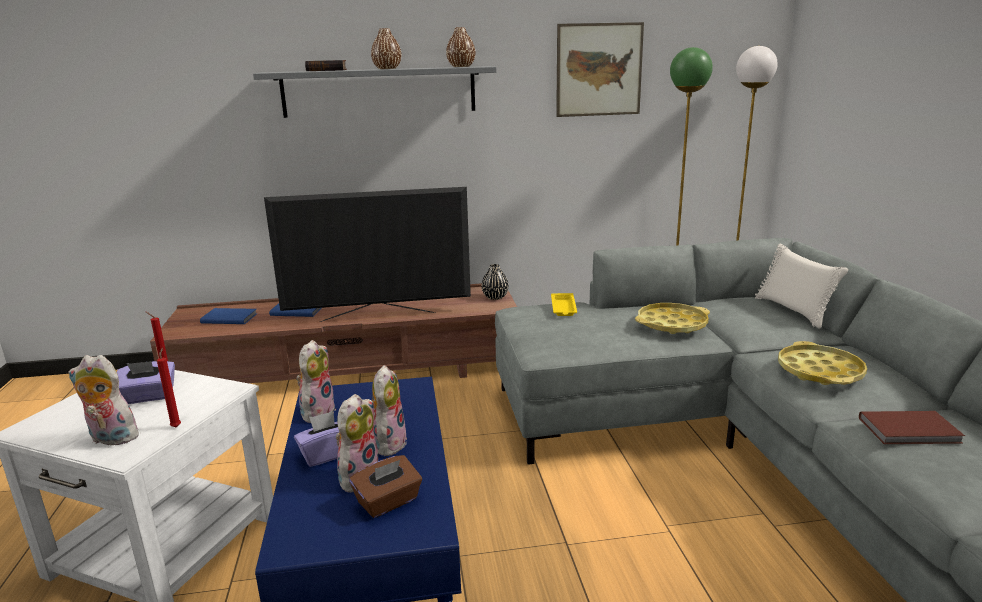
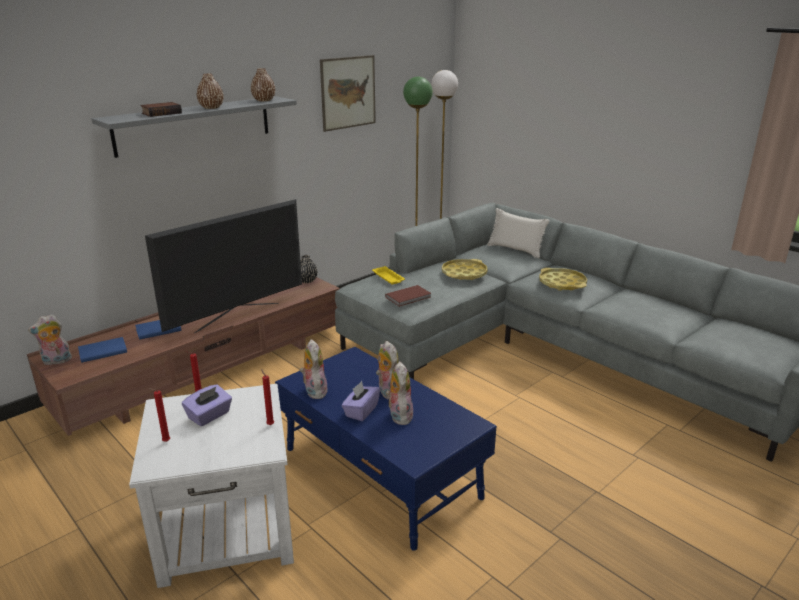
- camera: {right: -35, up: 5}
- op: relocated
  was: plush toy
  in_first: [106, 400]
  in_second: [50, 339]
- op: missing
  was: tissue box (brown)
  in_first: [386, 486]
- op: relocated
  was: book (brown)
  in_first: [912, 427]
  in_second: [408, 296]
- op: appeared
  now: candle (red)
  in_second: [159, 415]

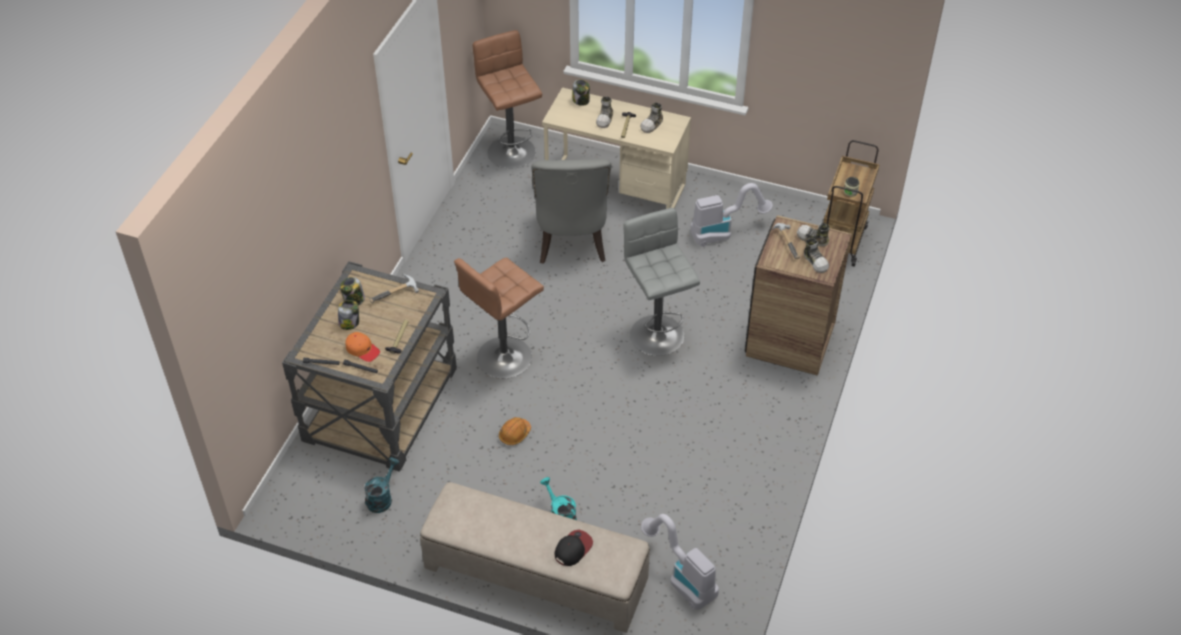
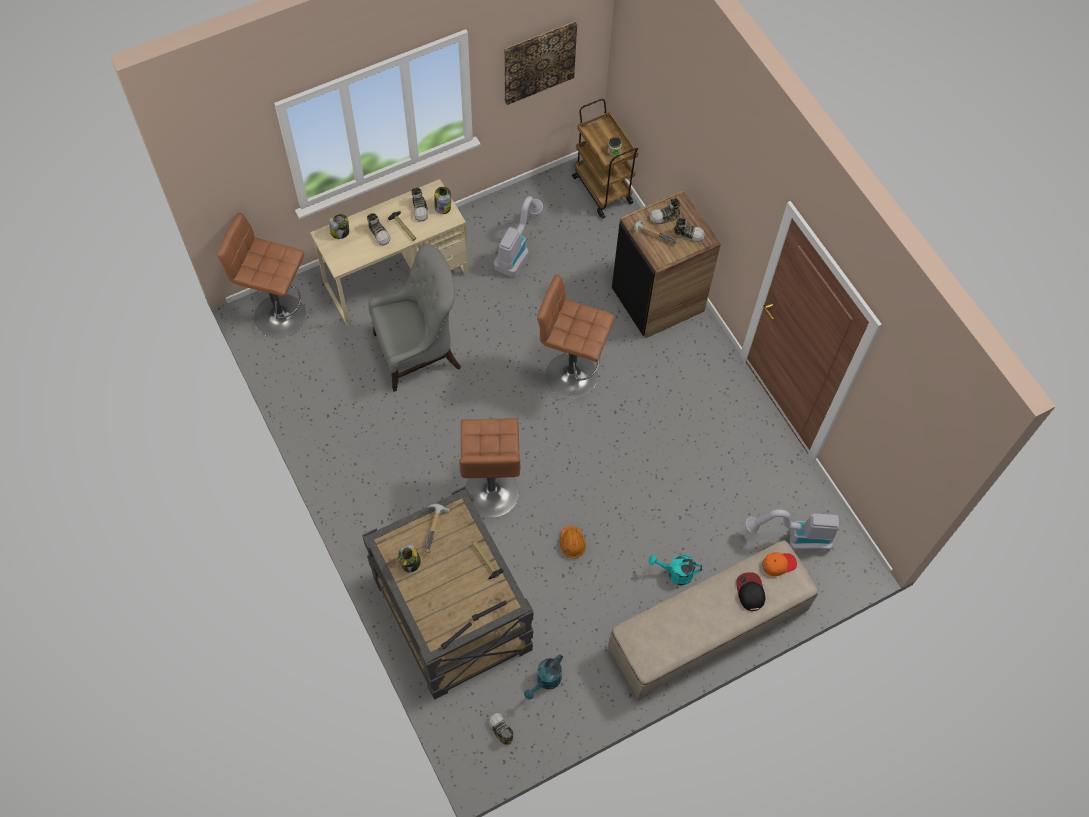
- camera: {right: -50, up: 15}
- op: relocated
  was: jar
  in_first: [348, 315]
  in_second: [442, 200]
- op: relocated
  was: cap (orange)
  in_first: [362, 347]
  in_second: [779, 564]
- op: spun
  was: watering can (turquoise)
  in_first: [381, 485]
  in_second: [543, 677]
  clockwise: -120
- op: spun
  was: chair (grey)
  in_first: [571, 211]
  in_second: [414, 318]
  clockwise: -60
- op: colour
  was: stool (grey)
  now: stool (brown)
  in_first: [662, 282]
  in_second: [576, 337]
- op: appeared
  now: shoe
  in_second: [500, 729]
- op: appeared
  now: picture
  in_second: [540, 63]

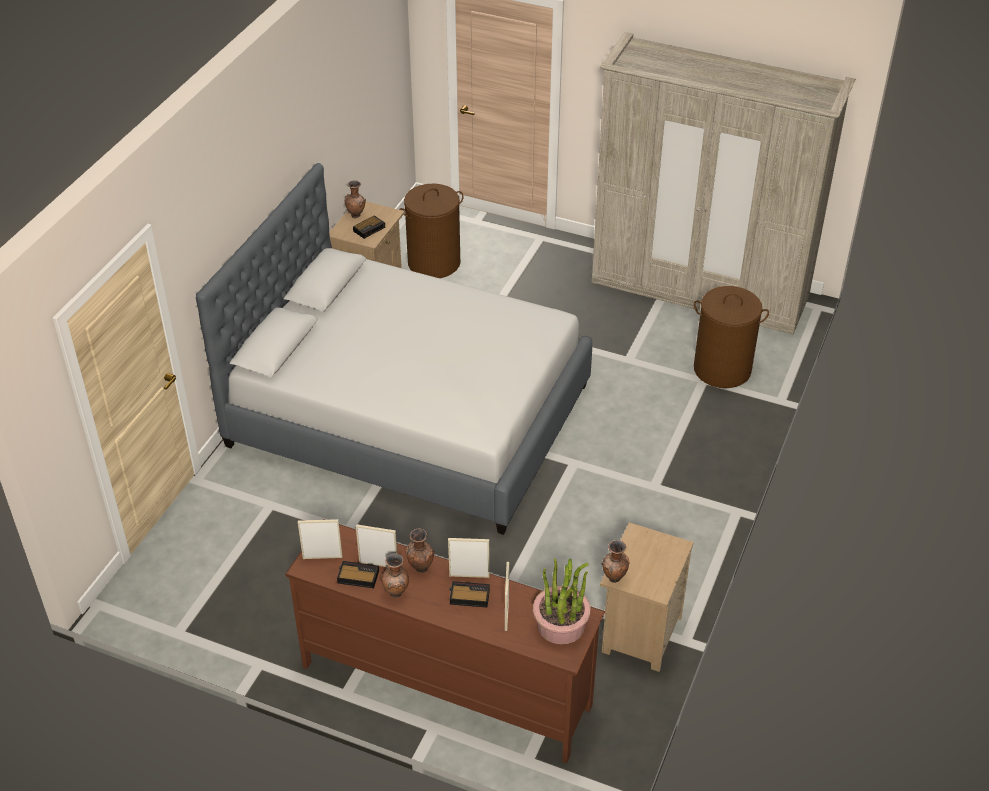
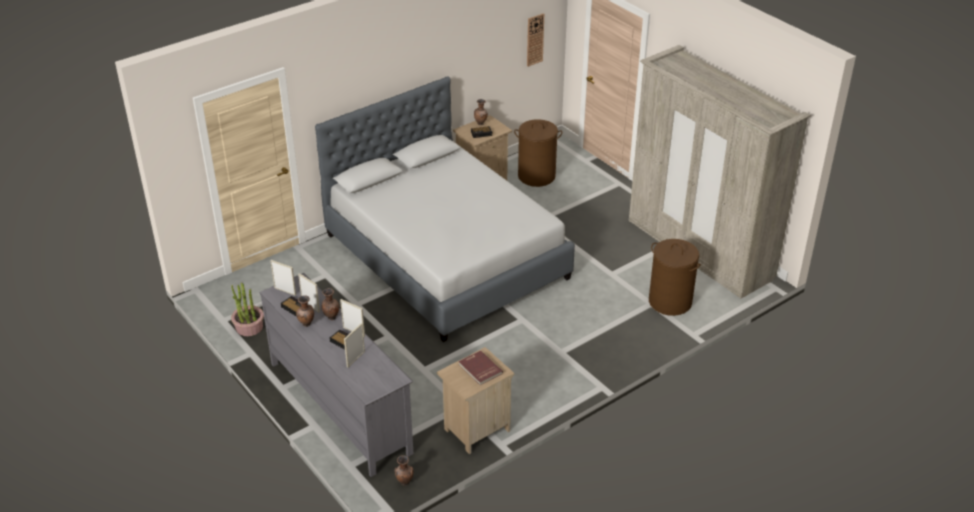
- camera: {right: 30, up: -5}
- op: colour
  was: dresser (brown)
  now: dresser (grey)
  in_first: [445, 641]
  in_second: [336, 375]
- op: relocated
  was: potted plant
  in_first: [562, 601]
  in_second: [247, 309]
- op: relocated
  was: vase (brown)
  in_first: [615, 561]
  in_second: [404, 470]
- op: appeared
  now: book (red)
  in_second: [481, 367]
- op: appeared
  now: wall clock
  in_second: [535, 39]

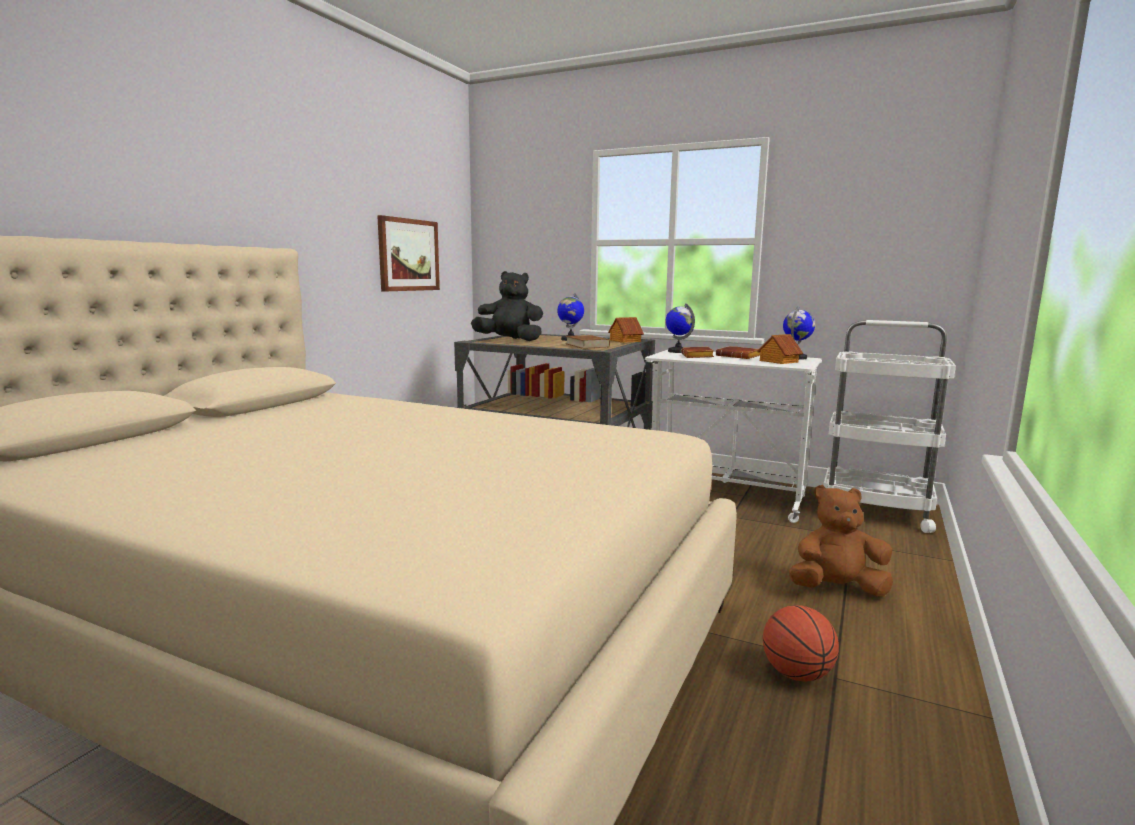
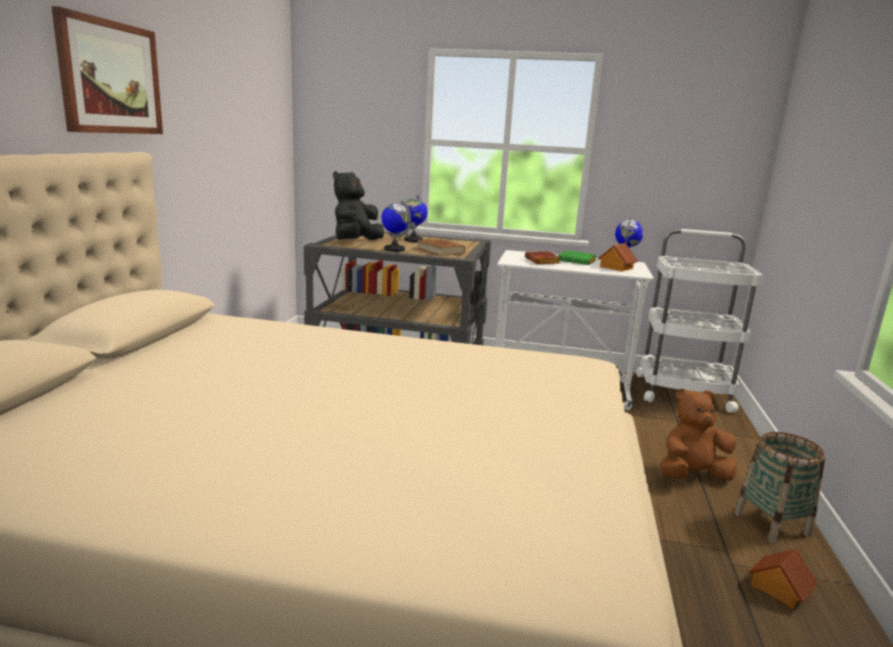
- camera: {right: -15, up: 5}
- op: relocated
  was: picture
  in_first: [408, 253]
  in_second: [107, 70]
- op: spun
  was: plush toy (black)
  in_first: [507, 306]
  in_second: [358, 205]
  clockwise: -60
- op: relocated
  was: toy house
  in_first: [626, 330]
  in_second: [783, 578]
- op: relocated
  was: globe
  in_first: [680, 328]
  in_second: [396, 226]
- op: colour
  was: book (brown)
  now: book (green)
  in_first: [738, 352]
  in_second: [577, 257]
- op: missing
  was: basketball
  in_first: [801, 643]
- op: appeared
  now: basket
  in_second: [780, 488]

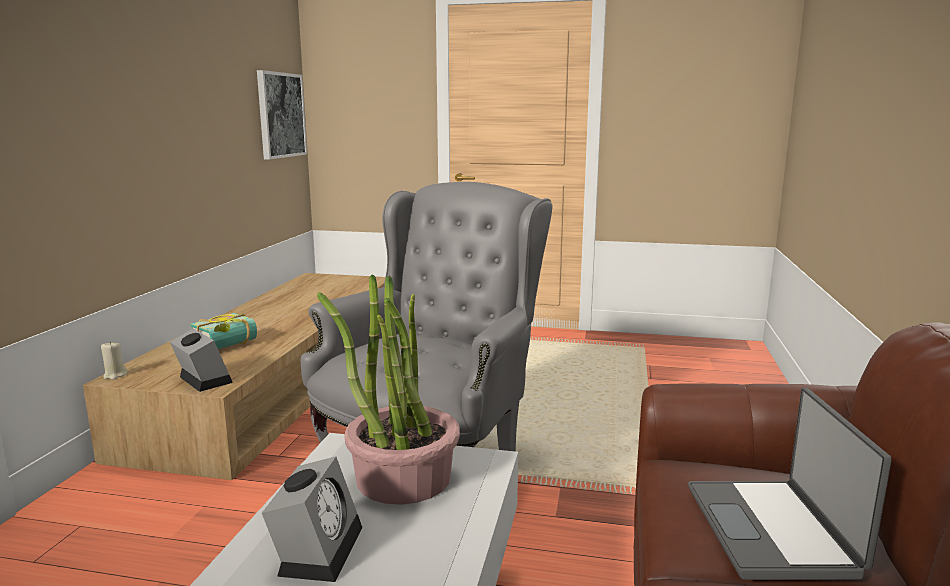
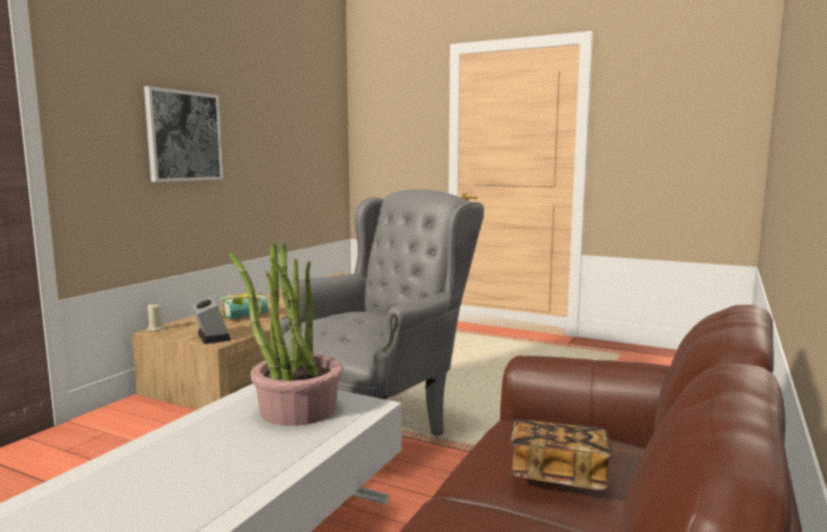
- camera: {right: 15, up: -5}
- op: relocated
  was: picture
  in_first: [282, 114]
  in_second: [183, 134]
- op: missing
  was: alarm clock
  in_first: [312, 519]
- op: exchanged
  was: laptop
  now: book
  in_first: [790, 484]
  in_second: [560, 454]

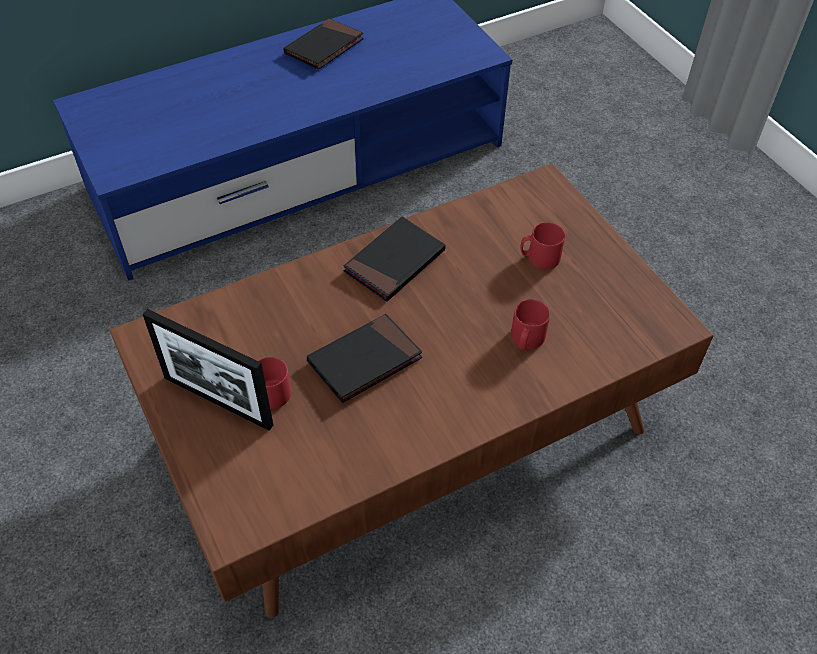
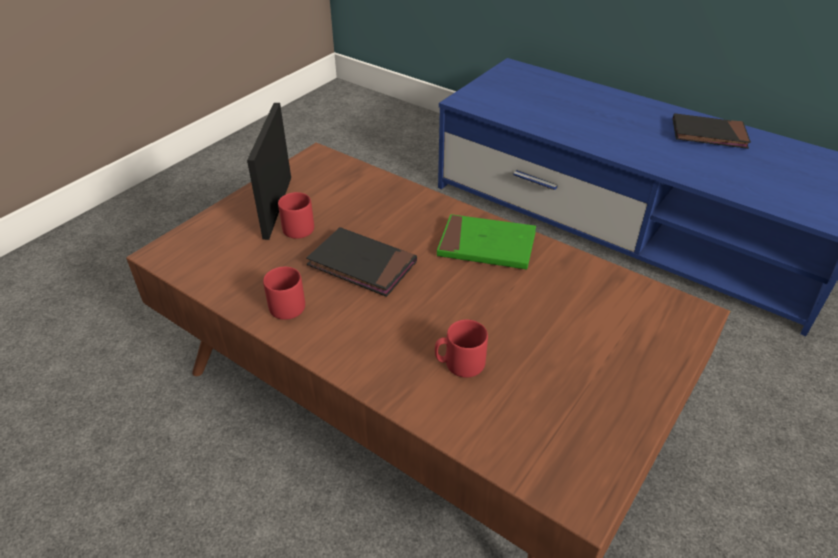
- camera: {right: 65, up: -10}
- op: colour
  was: book (black)
  now: book (green)
  in_first: [395, 259]
  in_second: [486, 241]
- op: relocated
  was: mug (red)
  in_first: [543, 245]
  in_second: [284, 293]

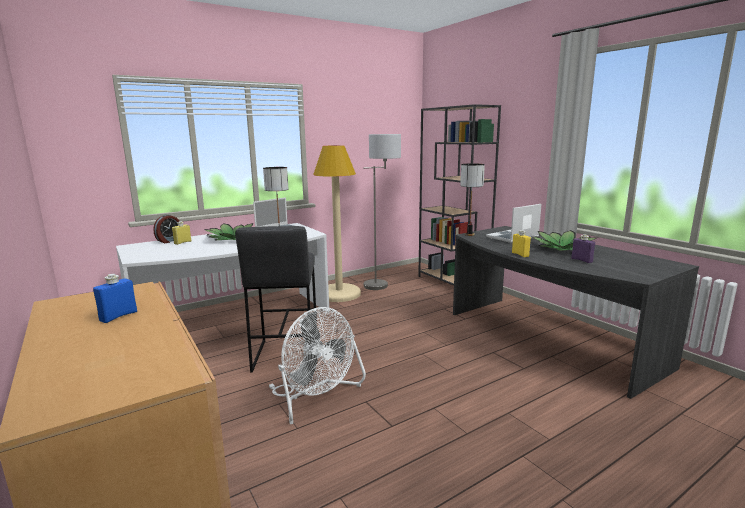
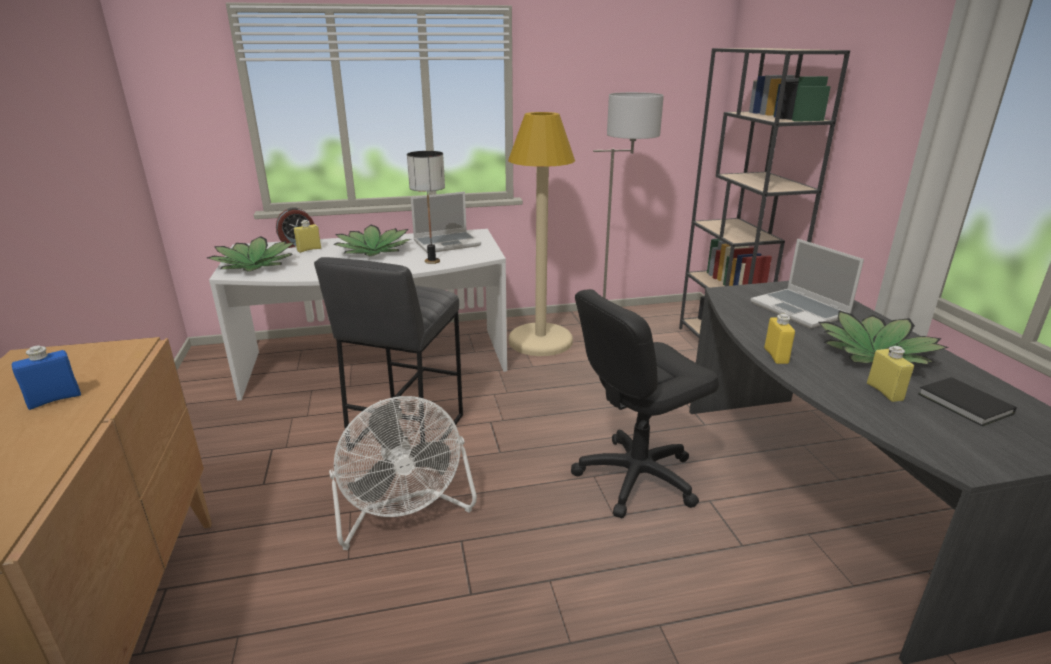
- camera: {right: 20, up: 10}
- op: missing
  was: table lamp
  in_first: [472, 199]
- op: spun
  was: laptop
  in_first: [514, 223]
  in_second: [807, 283]
  clockwise: -105
- op: colour
  was: bottle (purple)
  now: bottle (yellow)
  in_first: [583, 248]
  in_second: [890, 374]
- op: appeared
  now: potted plant
  in_second: [251, 254]
- op: appeared
  now: office chair (black)
  in_second: [645, 403]
- op: appeared
  now: book (black)
  in_second: [967, 401]

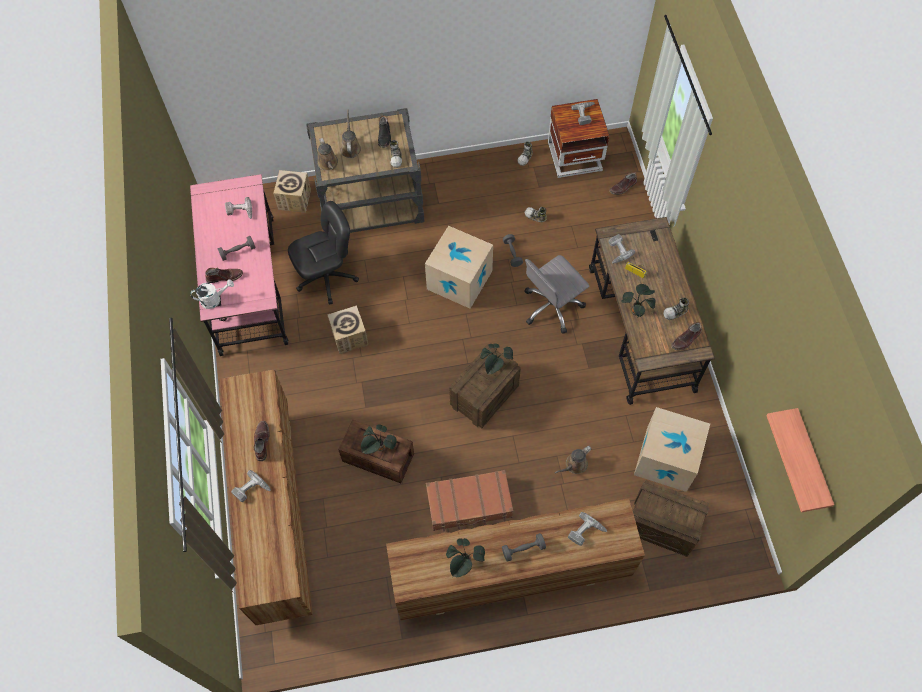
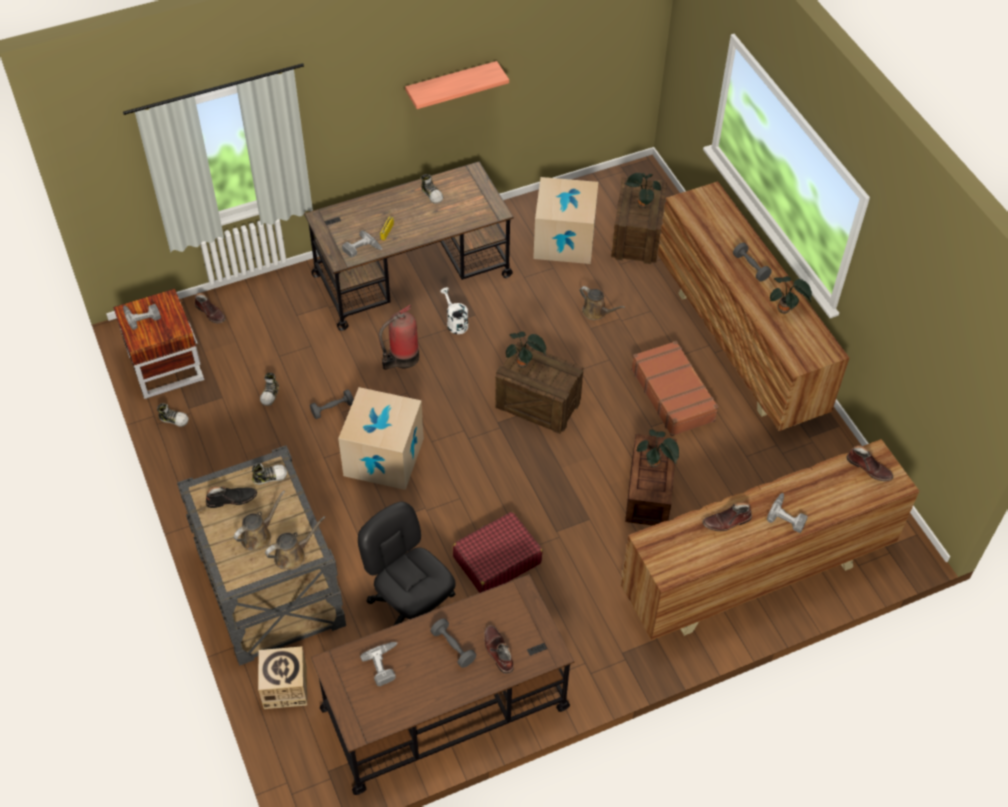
- camera: {right: -105, up: -10}
- op: colour
  was: desk (pink)
  now: desk (brown)
  in_first: [239, 265]
  in_second: [442, 684]
- op: relocated
  was: watering can (white)
  in_first: [212, 294]
  in_second: [454, 310]
- op: exchanged
  was: cardboard box
  now: suitcase (red)
  in_first: [347, 329]
  in_second: [498, 552]
- op: spun
  was: watering can (brown)
  in_first: [350, 133]
  in_second: [259, 520]
  clockwise: 150
- op: exchanged
  was: office chair (grey)
  now: fire extinguisher
  in_first: [556, 294]
  in_second: [399, 337]
- op: missing
  was: power drill
  in_first: [587, 529]
- op: relocated
  was: potted plant
  in_first: [638, 300]
  in_second: [642, 191]
- op: relocated
  was: boot (brown)
  in_first: [686, 336]
  in_second: [869, 463]
- op: relocated
  was: shelf
  in_first: [800, 460]
  in_second: [457, 85]

